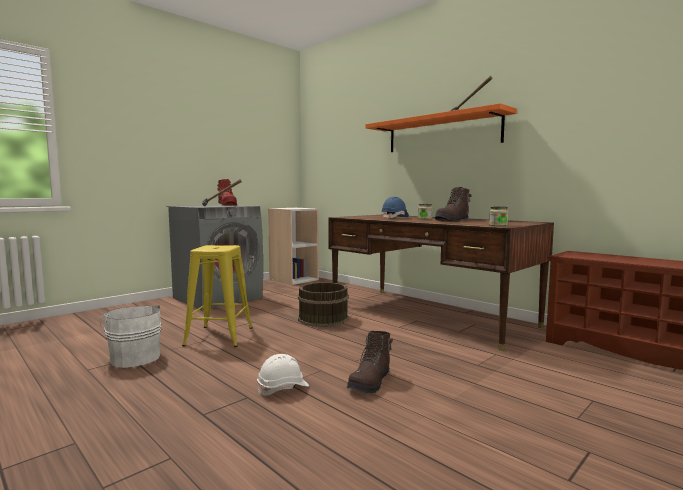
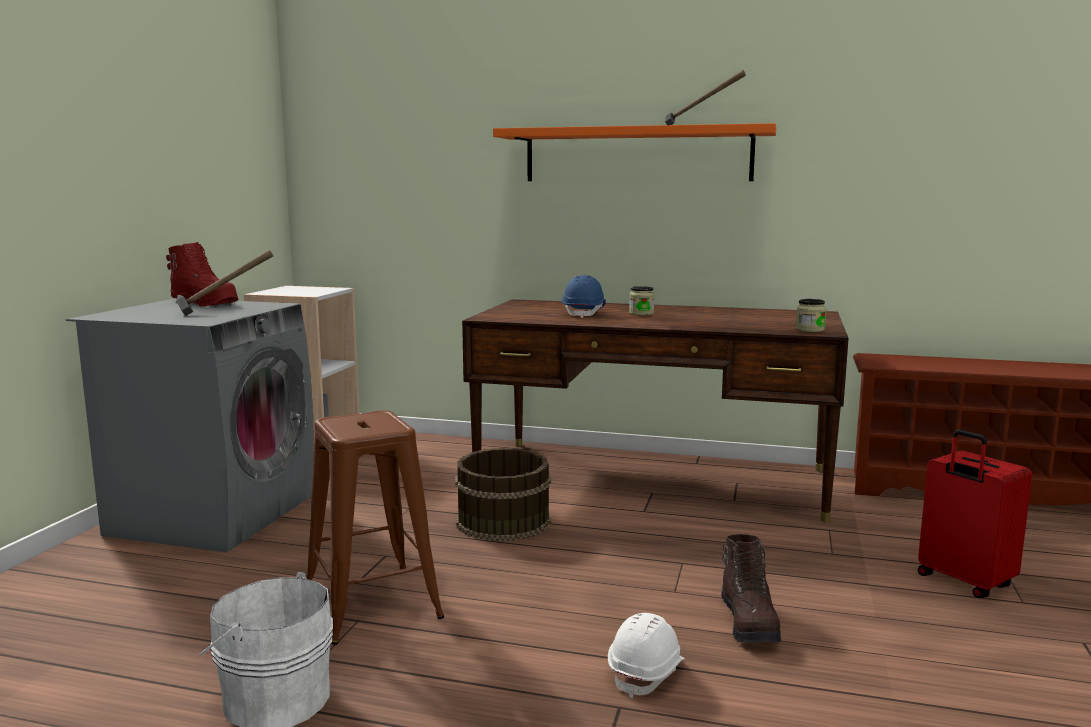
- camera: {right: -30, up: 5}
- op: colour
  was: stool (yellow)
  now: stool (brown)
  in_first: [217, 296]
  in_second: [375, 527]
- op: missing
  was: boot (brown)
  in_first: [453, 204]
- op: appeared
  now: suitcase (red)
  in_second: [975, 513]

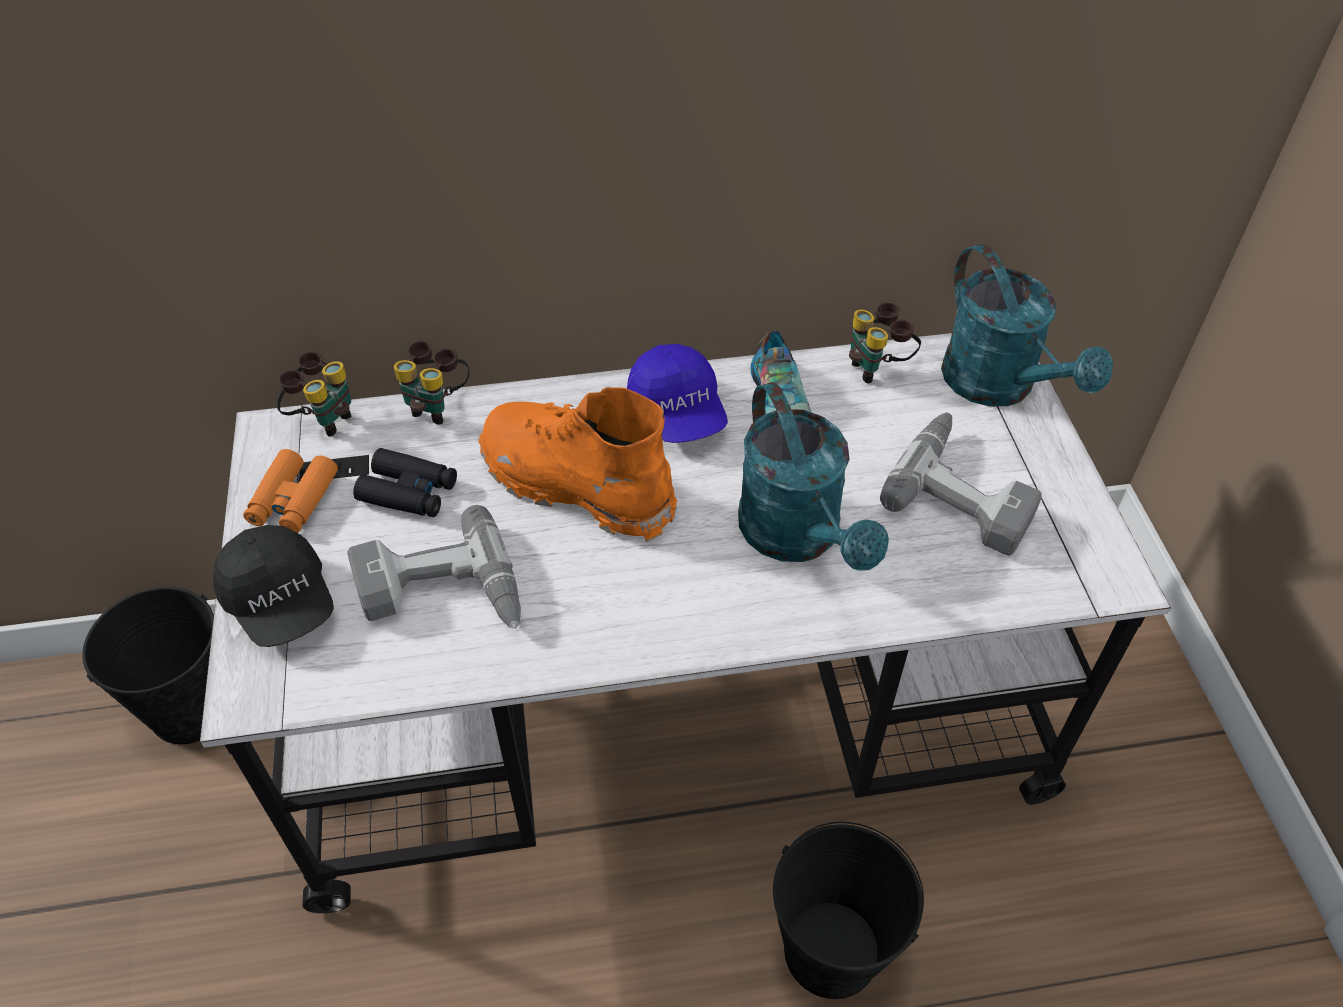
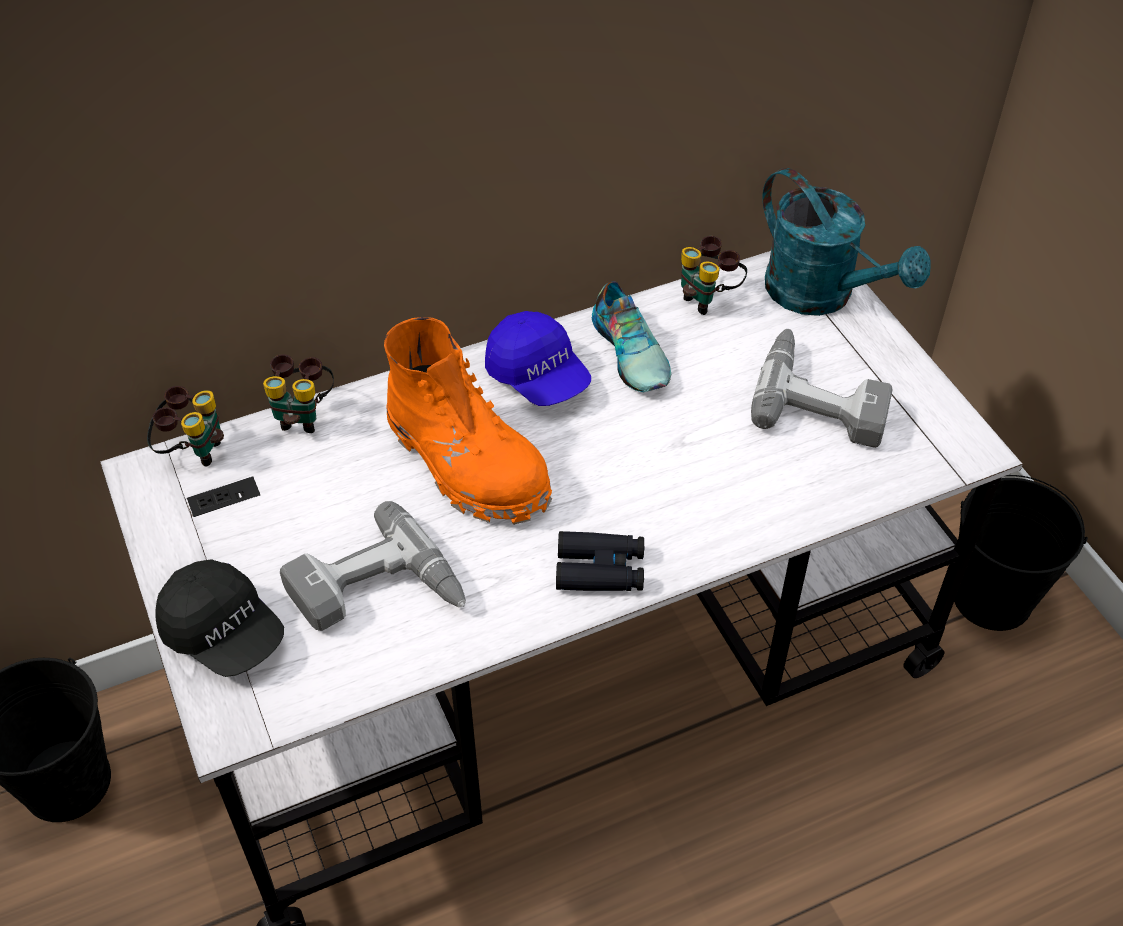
- camera: {right: -15, up: 0}
- op: missing
  was: binoculars (orange)
  in_first: [290, 491]
- op: relocated
  was: binoculars (black)
  in_first: [405, 482]
  in_second: [600, 561]
- op: spun
  was: boot (orange)
  in_first: [577, 464]
  in_second: [468, 421]
  clockwise: -150
- op: missing
  was: watering can (turquoise)
  in_first: [813, 476]
- op: relocated
  was: bucket (black)
  in_first: [848, 910]
  in_second: [1021, 553]

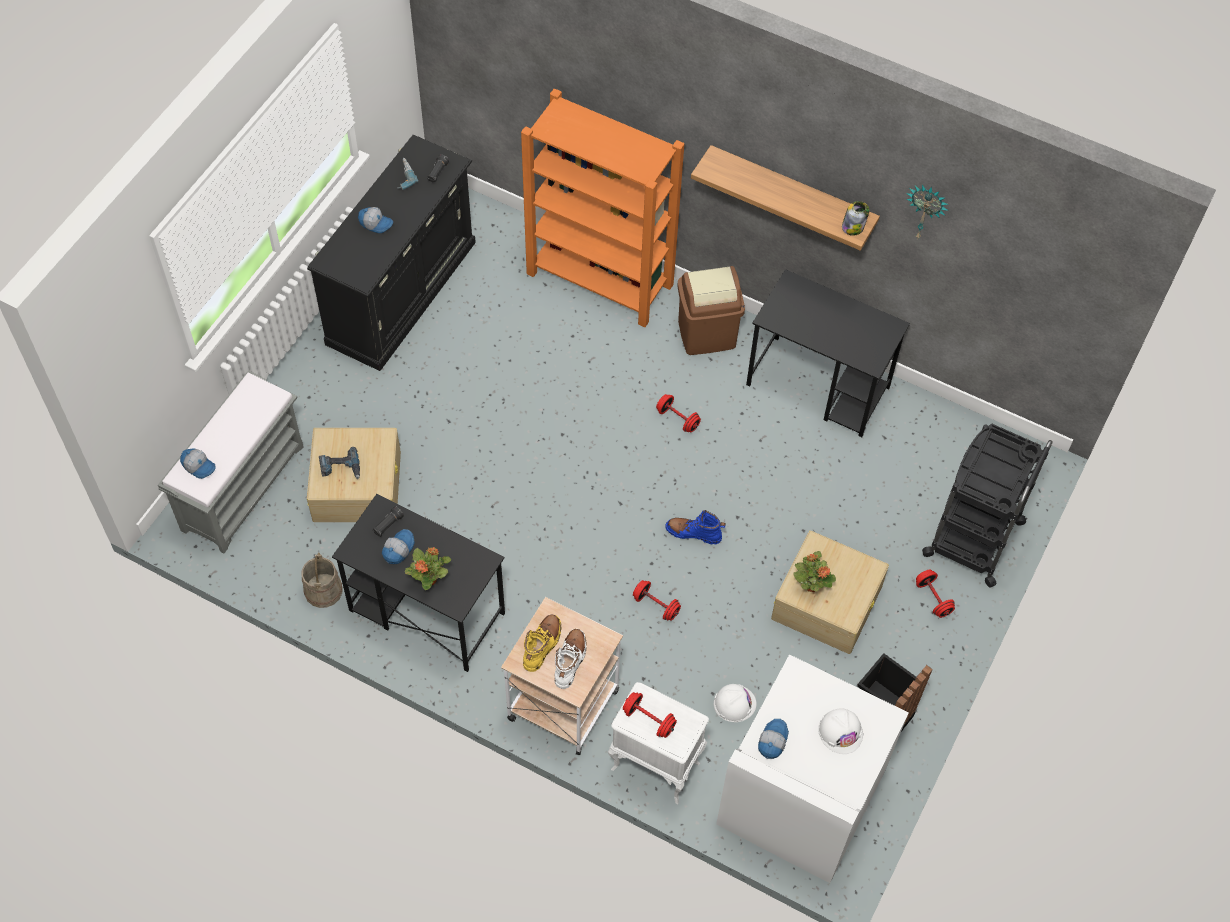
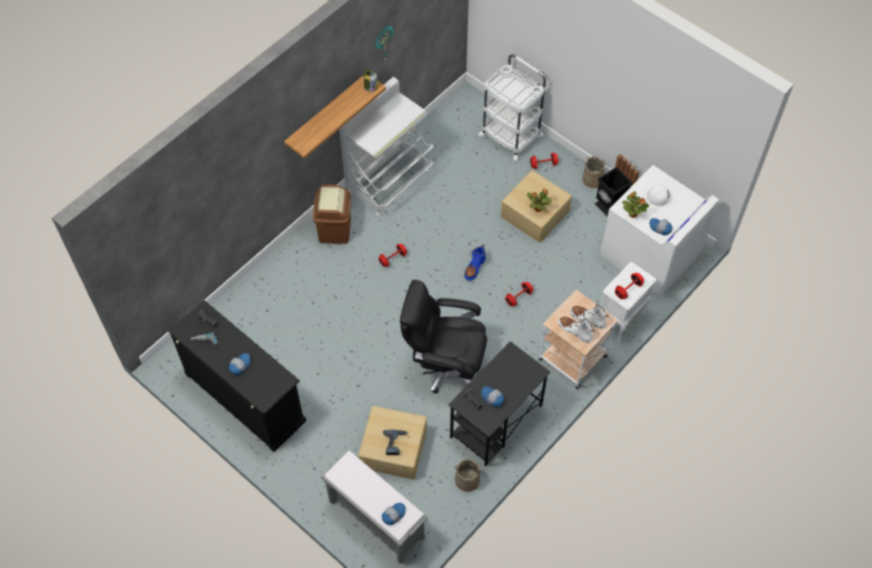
- camera: {right: -75, up: 0}
- op: relocated
  was: potted plant
  in_first: [428, 568]
  in_second: [635, 204]
- op: missing
  was: bookcase (orange)
  in_first: [602, 208]
- op: colour
  was: boot (yellow)
  now: boot (white)
  in_first: [542, 643]
  in_second: [576, 330]
- op: missing
  was: hard hat (white)
  in_first: [735, 703]
- op: exchanged
  was: desk (black)
  now: shoe rack (white)
  in_first: [828, 353]
  in_second: [386, 146]
- op: colour
  was: cart (black)
  now: cart (white)
  in_first: [987, 505]
  in_second: [512, 108]
- op: appeared
  now: office chair (black)
  in_second: [443, 336]
- op: appeared
  now: bucket (beige)
  in_second: [593, 172]

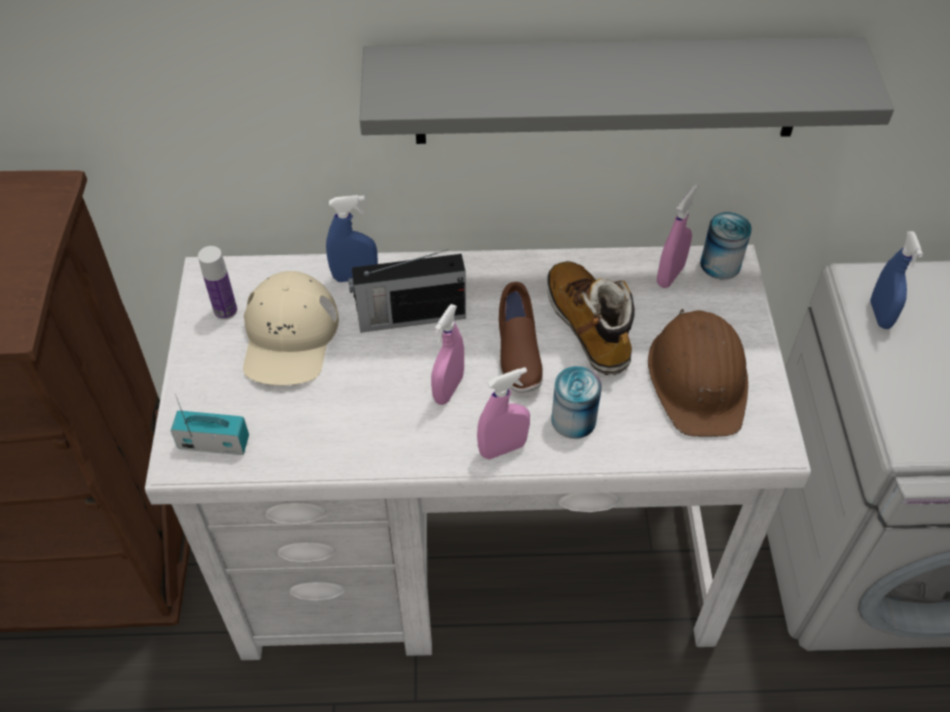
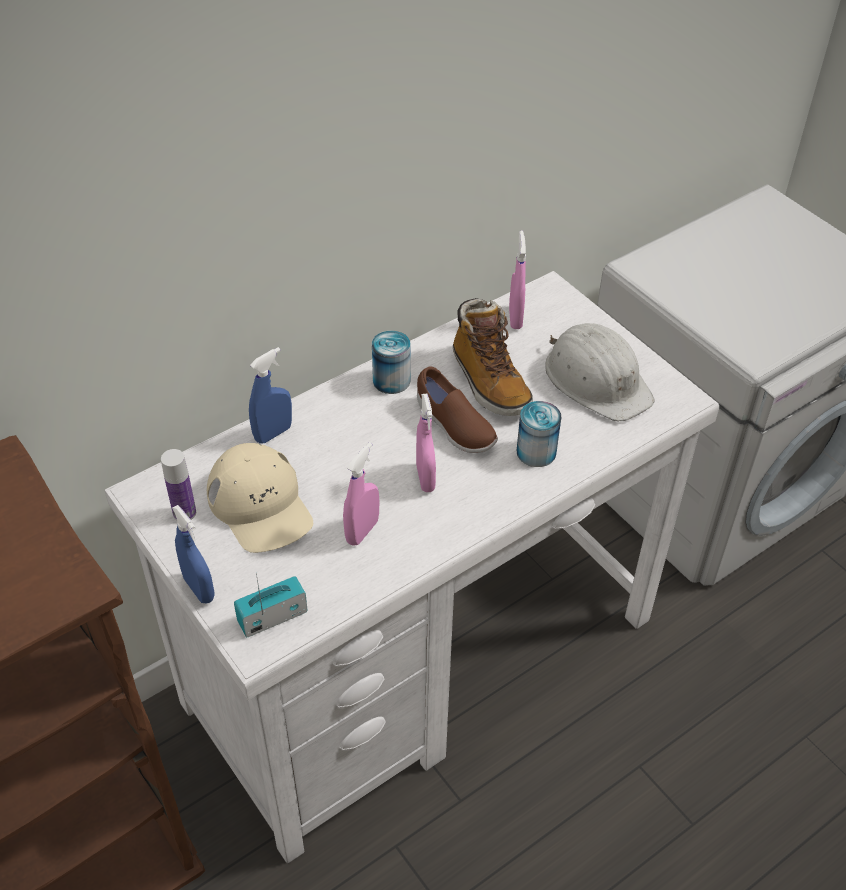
- camera: {right: -35, up: -5}
- op: missing
  was: radio
  in_first: [407, 291]
- op: missing
  was: shelf (grey)
  in_first: [627, 90]
- op: relocated
  was: spray bottle (pink)
  in_first: [503, 413]
  in_second: [361, 494]
- op: spun
  was: boot
  in_first: [591, 318]
  in_second: [493, 357]
  clockwise: -150
- op: colour
  was: hard hat (brown)
  now: hard hat (white)
  in_first: [698, 373]
  in_second: [600, 372]
- op: relocated
  was: can
  in_first: [726, 245]
  in_second: [391, 362]
- op: relocated
  was: spray bottle (blue)
  in_first: [896, 280]
  in_second: [193, 554]

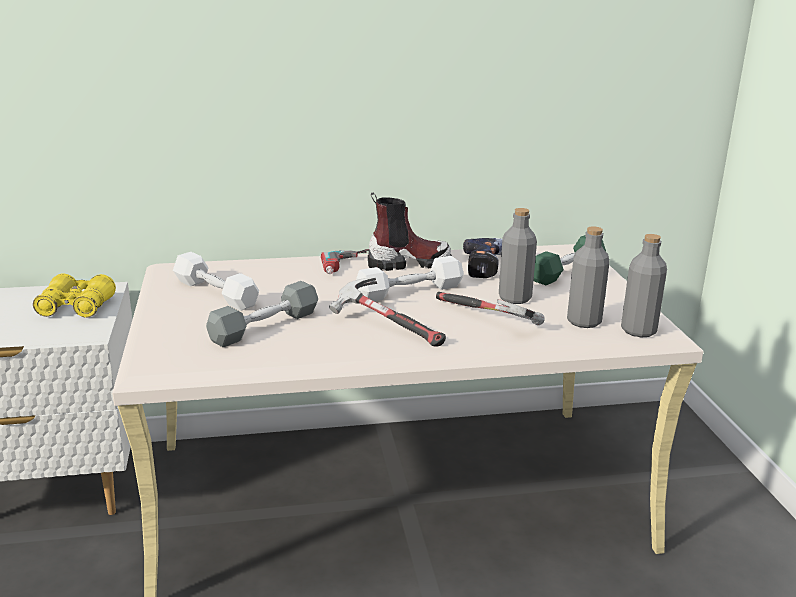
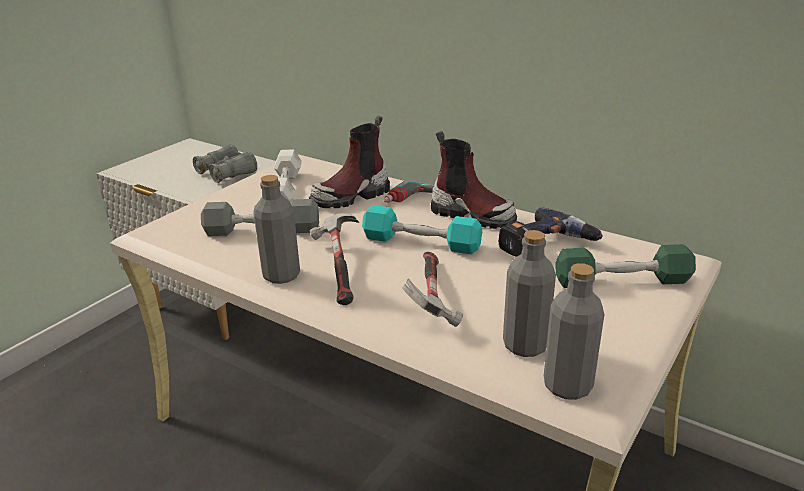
- camera: {right: 45, up: 5}
- op: colour
  was: binoculars (yellow)
  now: binoculars (grey)
  in_first: [74, 295]
  in_second: [225, 163]
- op: colour
  was: dumbbell (white)
  now: dumbbell (turquoise)
  in_first: [410, 278]
  in_second: [422, 229]
- op: relocated
  was: bottle (grey)
  in_first: [518, 256]
  in_second: [276, 229]
- op: appeared
  now: boot
  in_second: [349, 162]

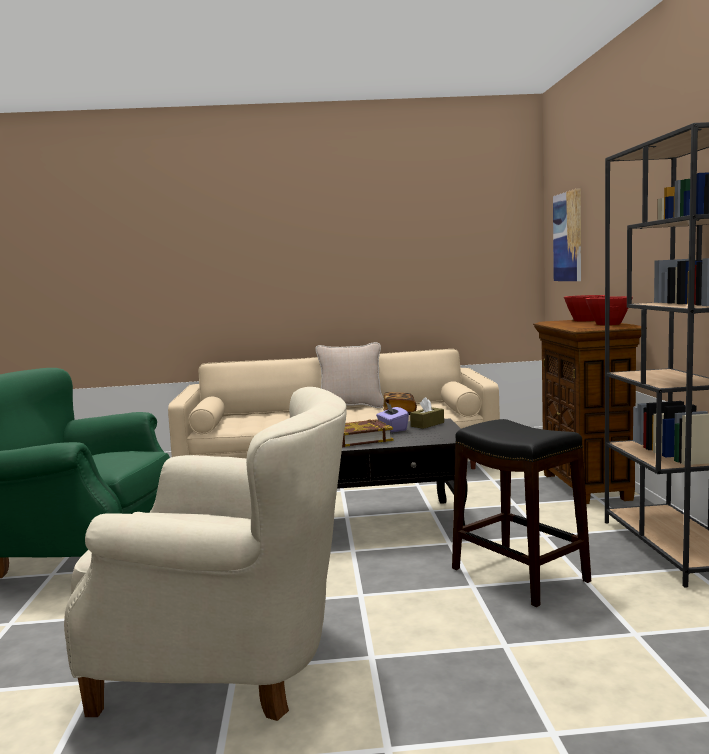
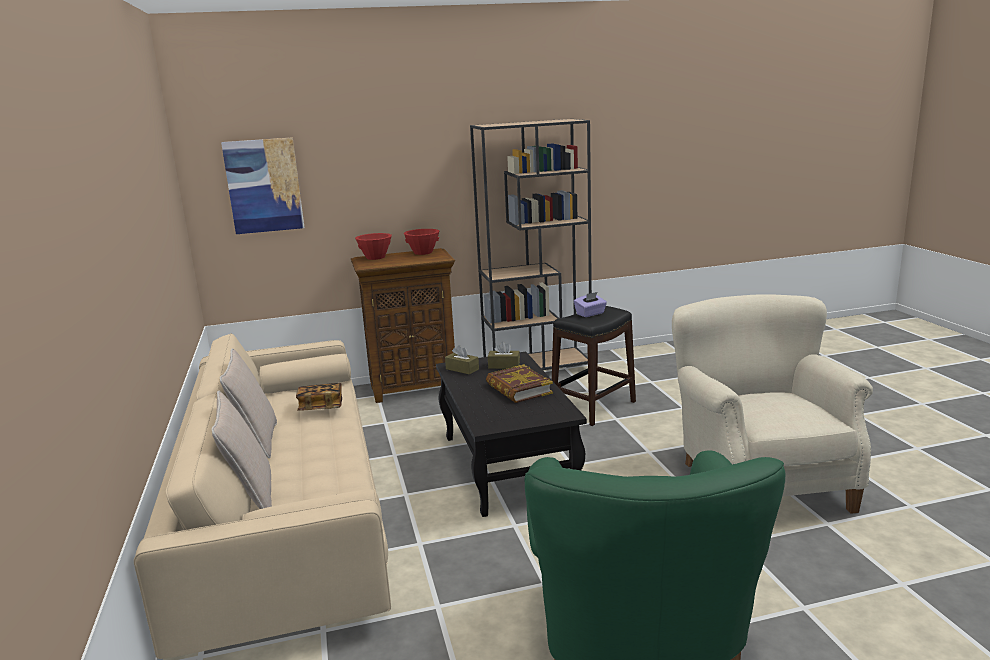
- camera: {right: -100, up: 10}
- op: relocated
  was: tissue box (purple)
  in_first: [392, 417]
  in_second: [590, 304]
- op: appeared
  now: pillow (beige)
  in_second: [241, 450]
- op: appeared
  now: tissue box (brown)
  in_second: [504, 355]

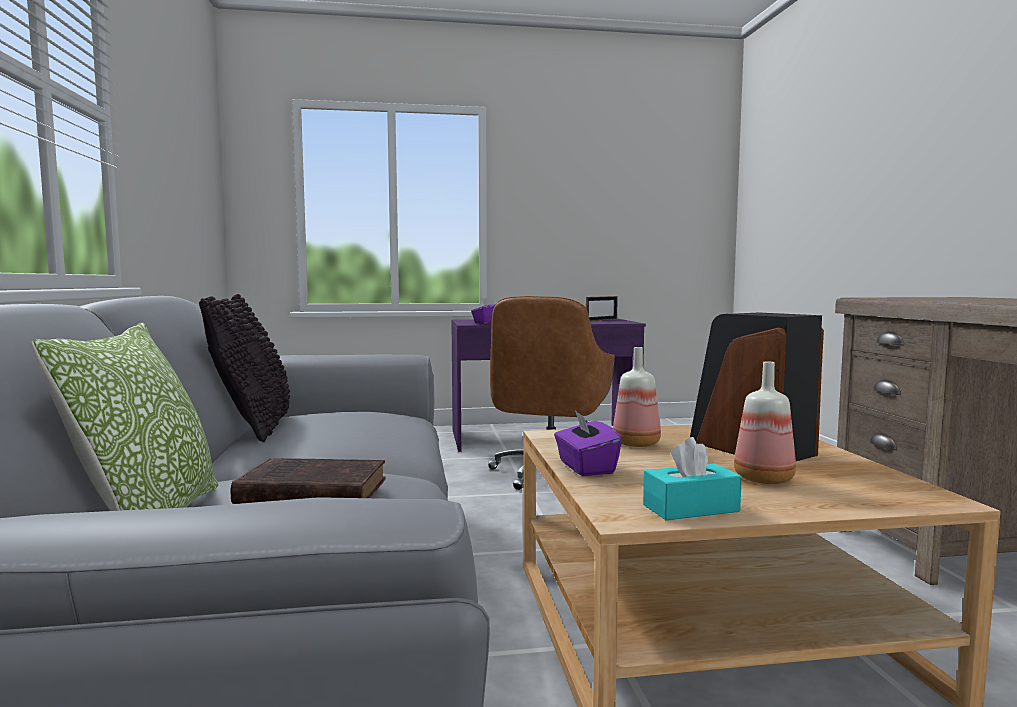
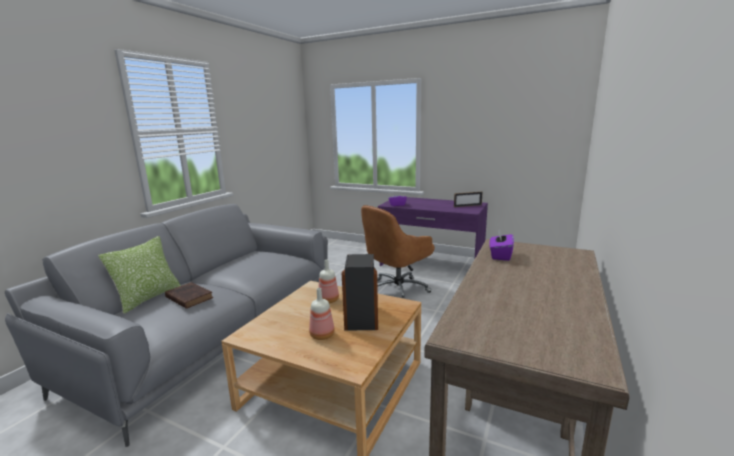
- camera: {right: 35, up: 10}
- op: missing
  was: pillow (black)
  in_first: [244, 368]
- op: relocated
  was: tissue box (purple)
  in_first: [588, 443]
  in_second: [501, 245]
- op: missing
  was: tissue box (turquoise)
  in_first: [692, 478]

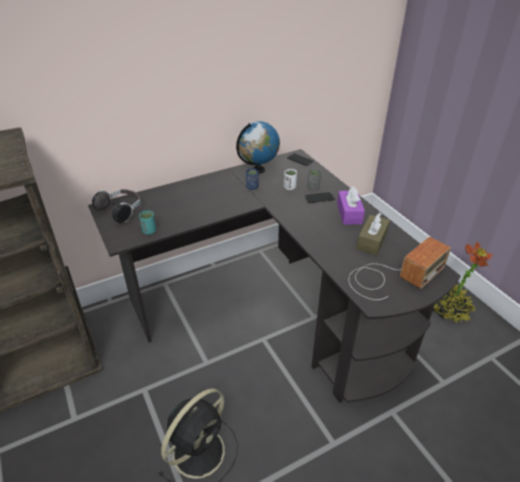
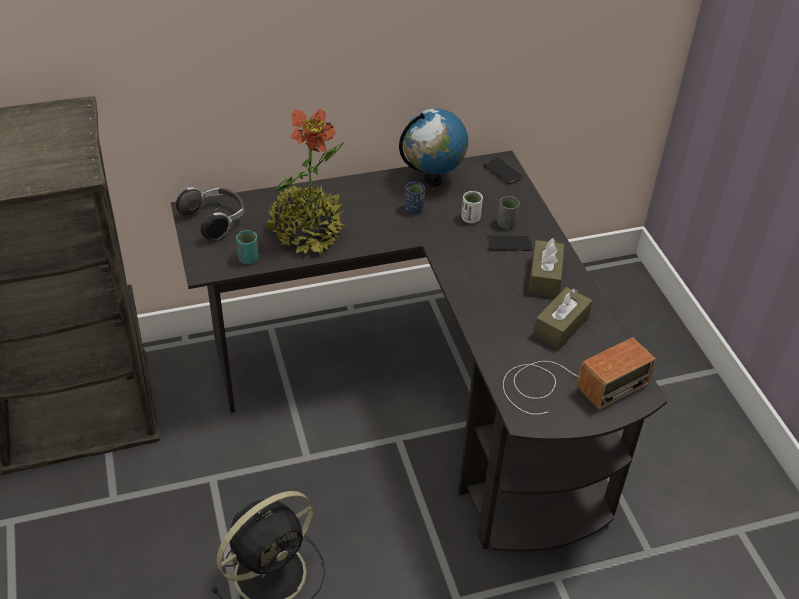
- camera: {right: 10, up: 5}
- op: colour
  was: tissue box (purple)
  now: tissue box (brown)
  in_first: [351, 205]
  in_second: [546, 267]
- op: relocated
  was: potted plant
  in_first: [462, 282]
  in_second: [305, 181]

